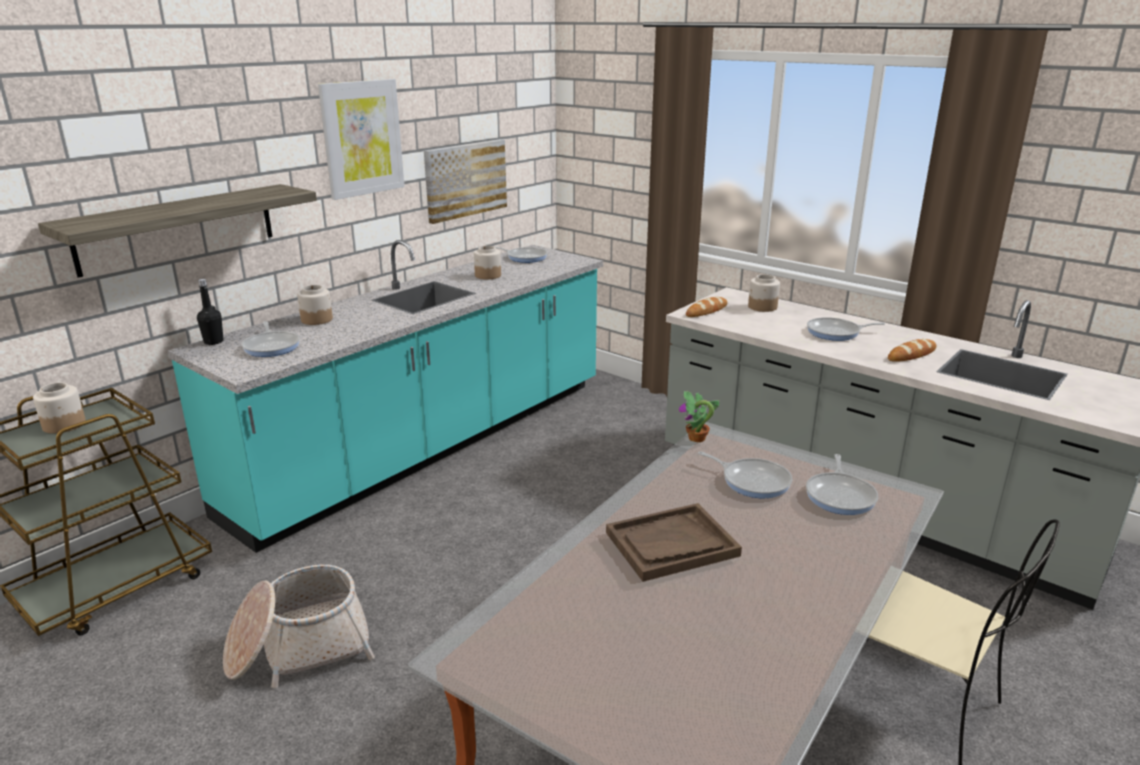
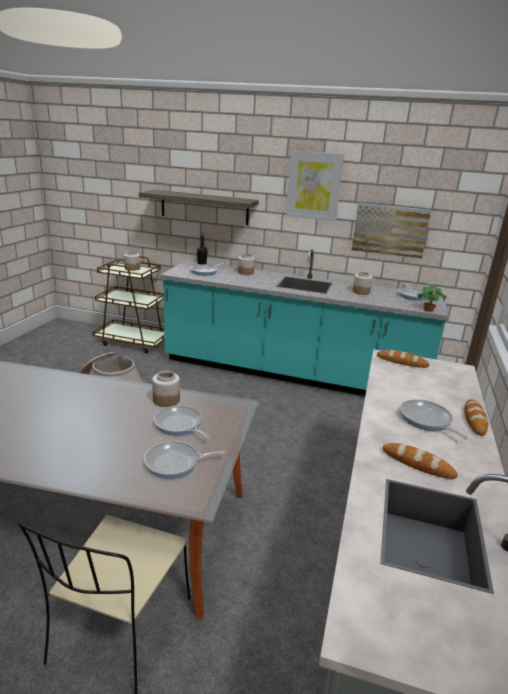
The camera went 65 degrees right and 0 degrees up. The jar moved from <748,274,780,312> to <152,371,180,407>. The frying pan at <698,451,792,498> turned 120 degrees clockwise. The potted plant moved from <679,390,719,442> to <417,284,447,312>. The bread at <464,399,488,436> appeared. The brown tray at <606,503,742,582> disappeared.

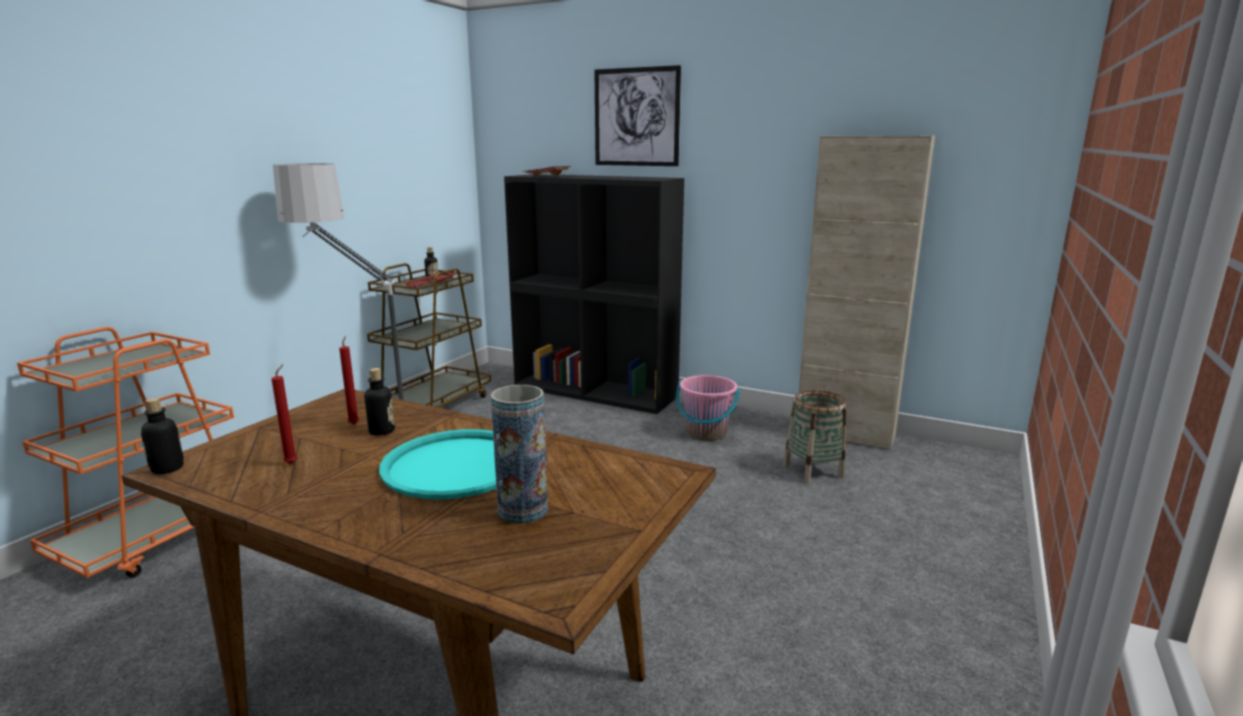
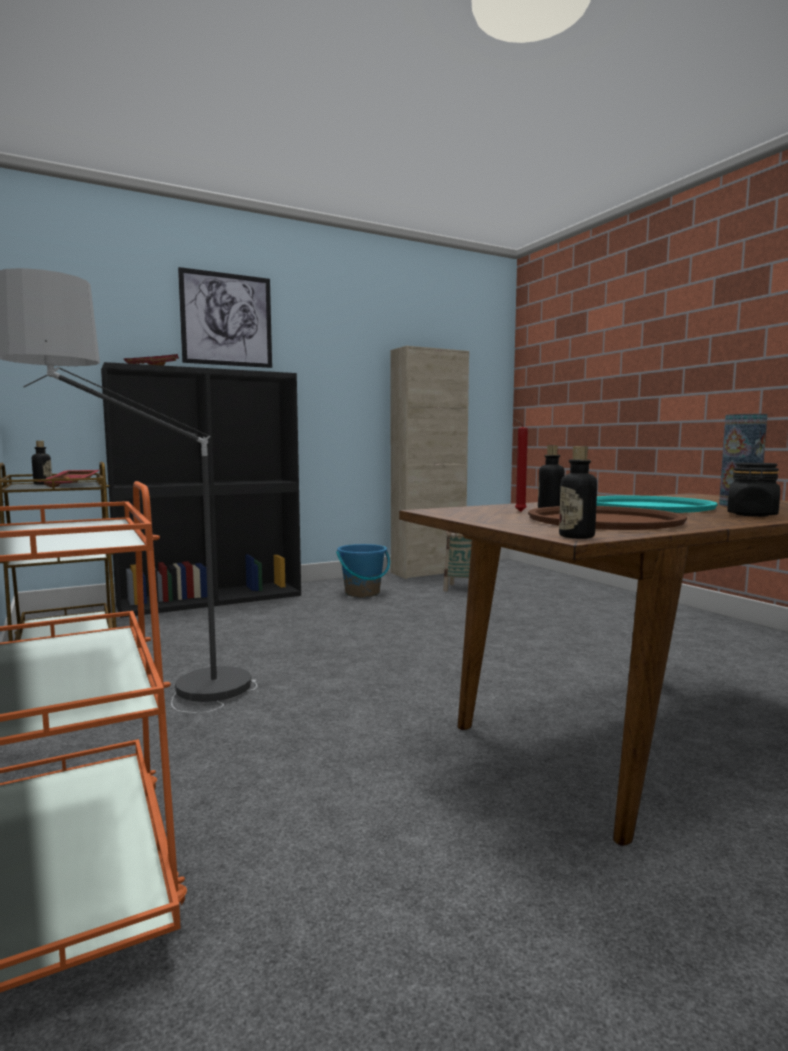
The camera went 55 degrees left and 10 degrees down. The pink bucket at <676,375,740,441> became the blue bucket at <336,544,390,597>. The red candle at <271,364,297,464> was replaced by the brown tray at <528,506,687,530>. The black jar at <727,463,780,517> appeared.

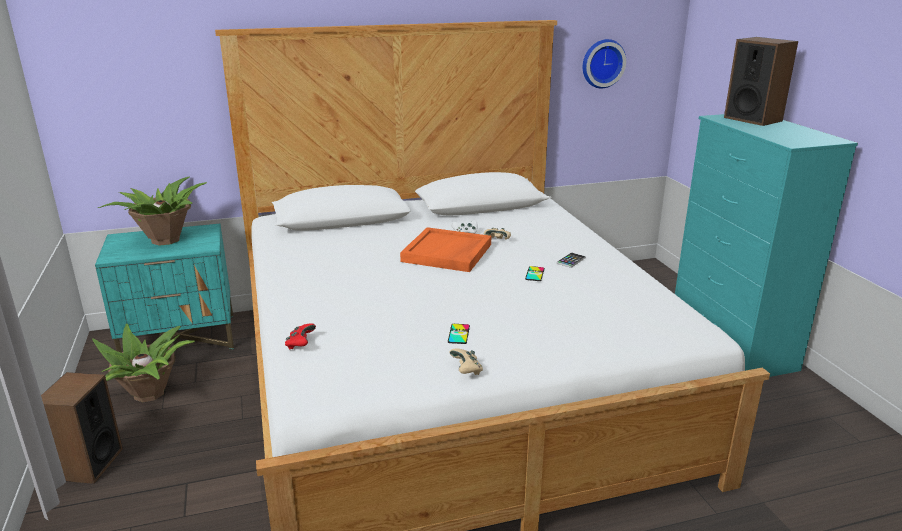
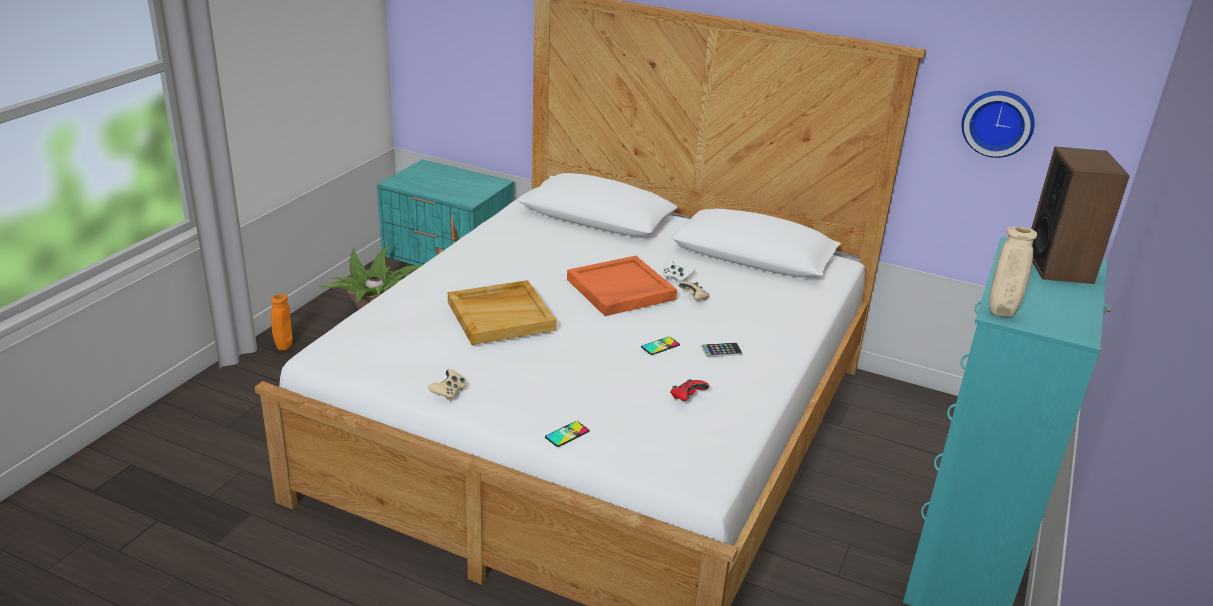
The camera went 40 degrees right and 5 degrees up. The speaker at <41,372,123,484> was replaced by the orange vase at <271,294,292,351>. The beige tray at <448,280,556,345> appeared. The phone moved from <448,324,470,344> to <545,421,589,447>. The red game controller moved from <285,323,316,349> to <670,379,709,401>. The beige vase at <989,226,1037,317> appeared. The potted plant at <98,176,207,246> disappeared.

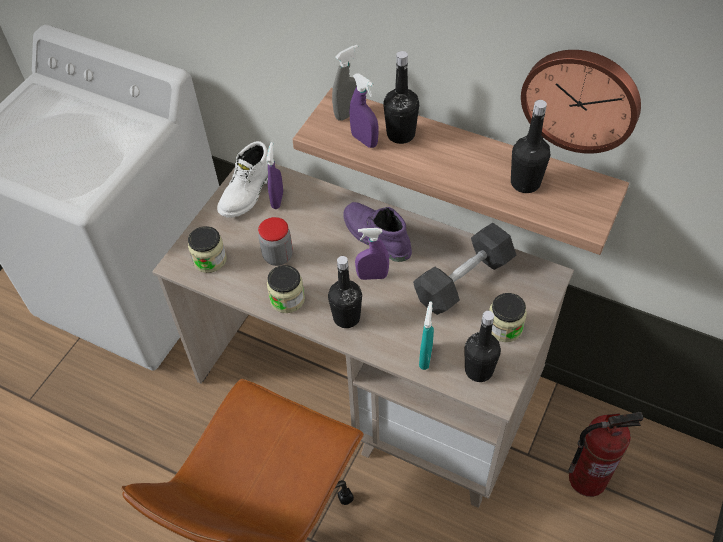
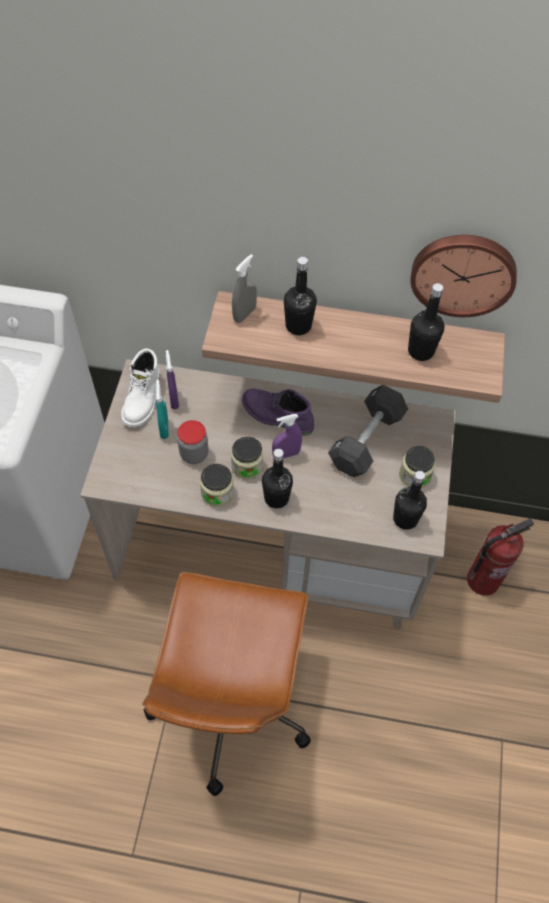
The camera went 20 degrees left and 5 degrees up. The turquoise spray bottle moved from <419,302,434,370> to <156,380,169,439>. The jar moved from <188,226,227,273> to <231,437,263,479>. The purple spray bottle at <350,73,378,148> disappeared.

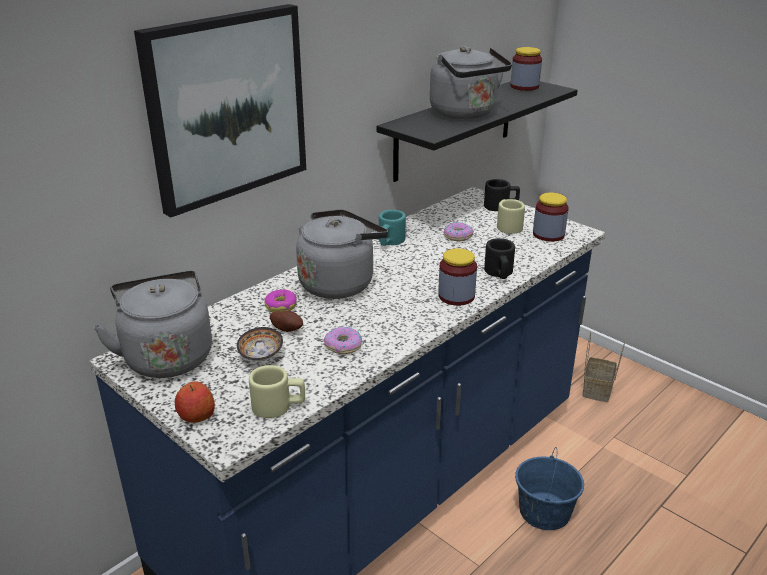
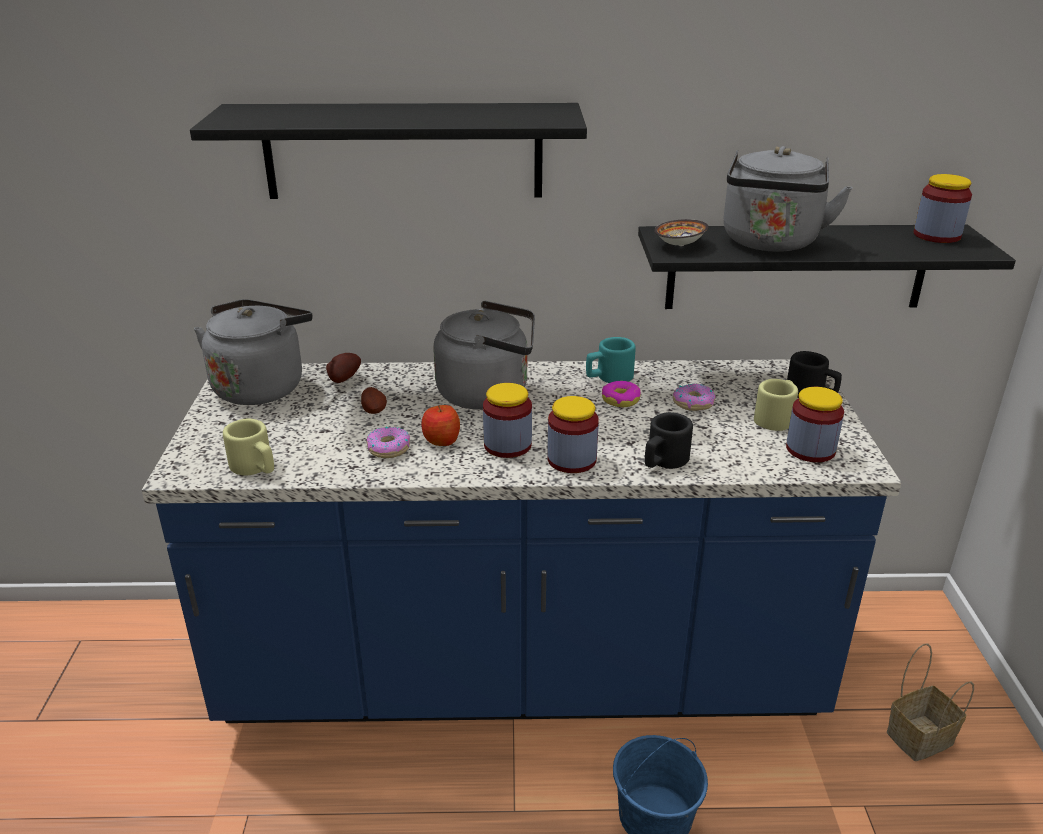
The camera went 45 degrees right and 0 degrees up. The picture at <134,4,306,217> was replaced by the black shelf at <190,103,587,199>. The potato at <326,353,361,383> appeared. The apple moved from <175,381,215,423> to <421,405,460,446>. The jar at <483,383,532,458> appeared. The donut moved from <264,289,297,312> to <602,381,641,407>. The bowl moved from <237,327,283,361> to <654,219,708,246>.

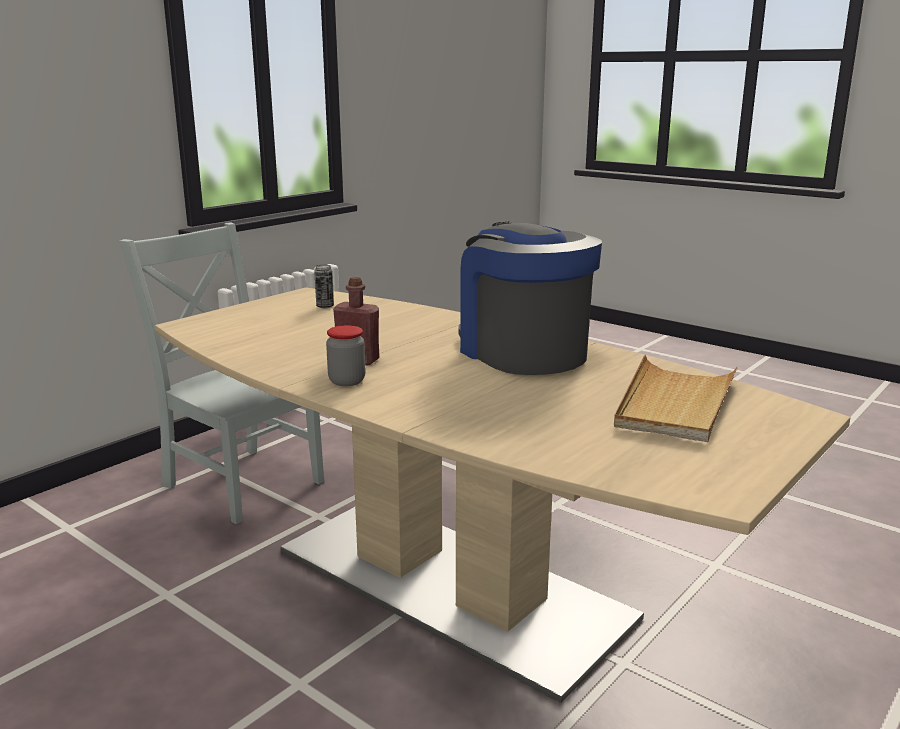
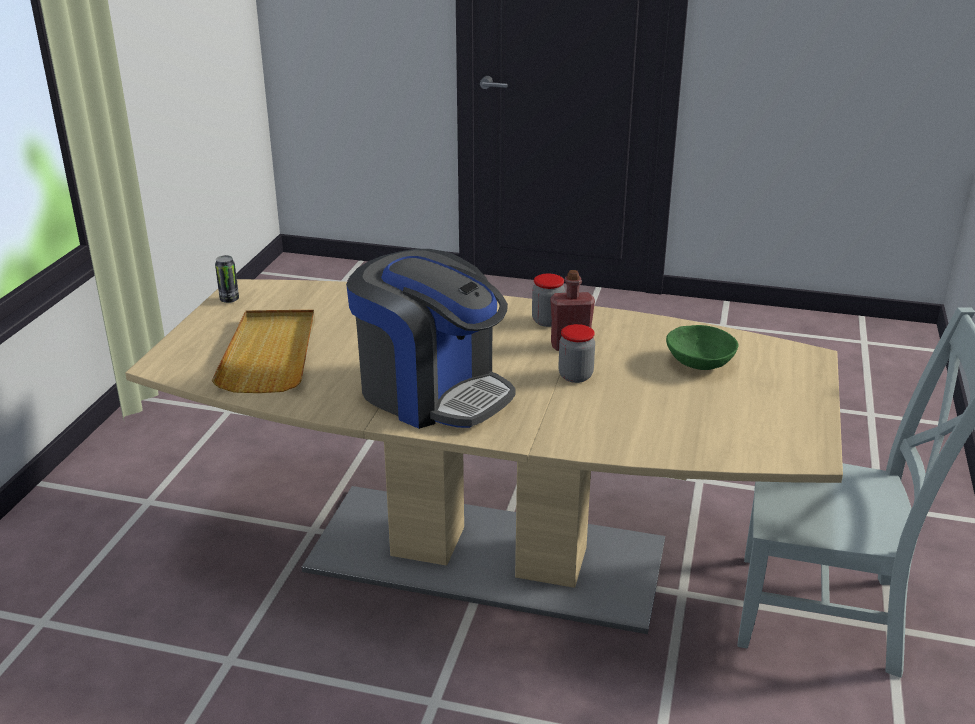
The camera went 155 degrees right and 10 degrees up. The can moved from <314,264,334,308> to <215,255,239,303>. The jar at <558,324,595,383> appeared. The green bowl at <666,325,738,370> appeared.

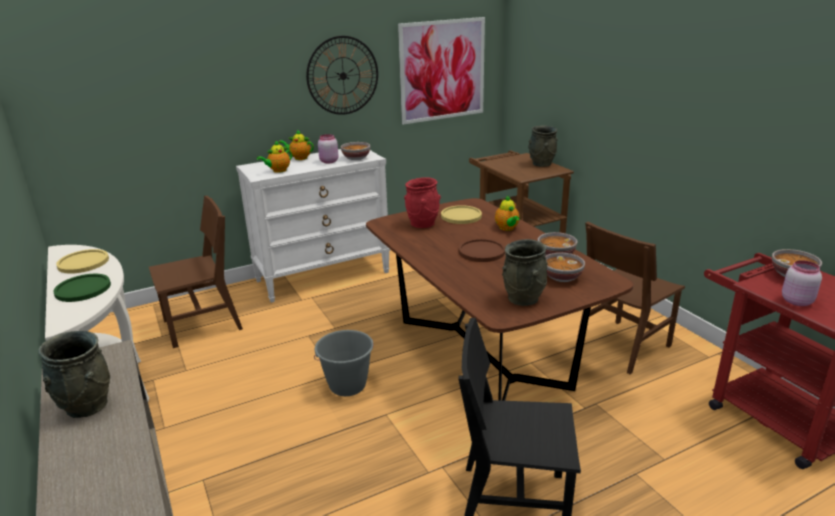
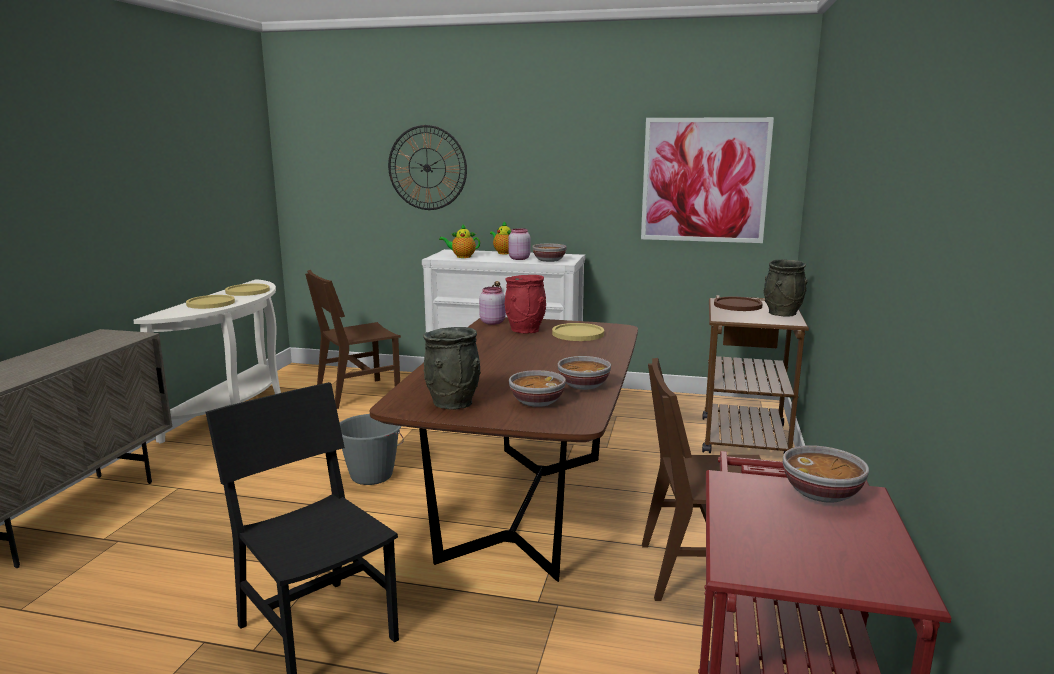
The camera went 40 degrees right and 10 degrees down. The green plate at <53,274,111,302> became the yellow plate at <186,295,235,309>. The brown chair at <149,196,243,348> turned 135 degrees clockwise. The wall clock moved from <306,36,378,115> to <388,125,467,210>. The pink jar moved from <782,260,822,306> to <479,287,506,325>. The brown plate moved from <459,239,505,262> to <714,296,763,311>. The grey vase at <38,331,110,418> disappeared. The teapot at <495,196,520,231> disappeared.

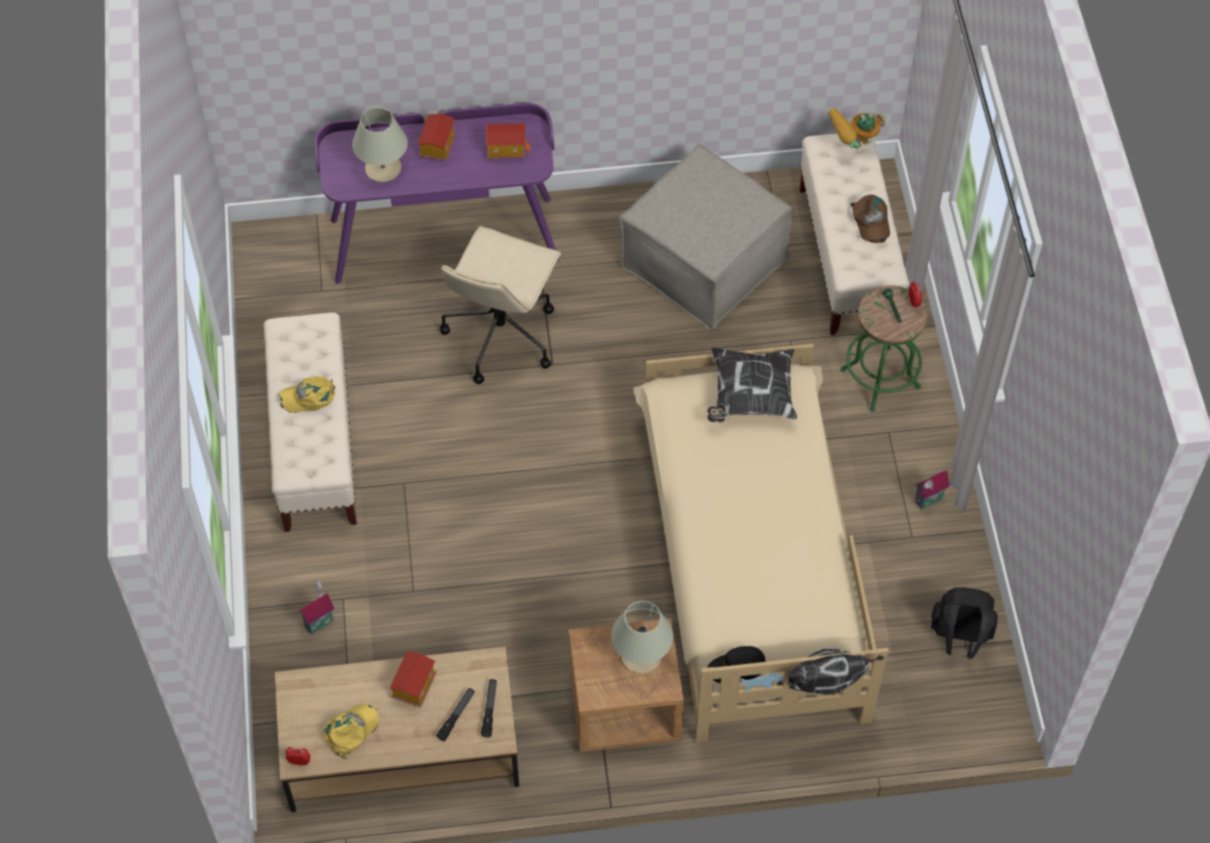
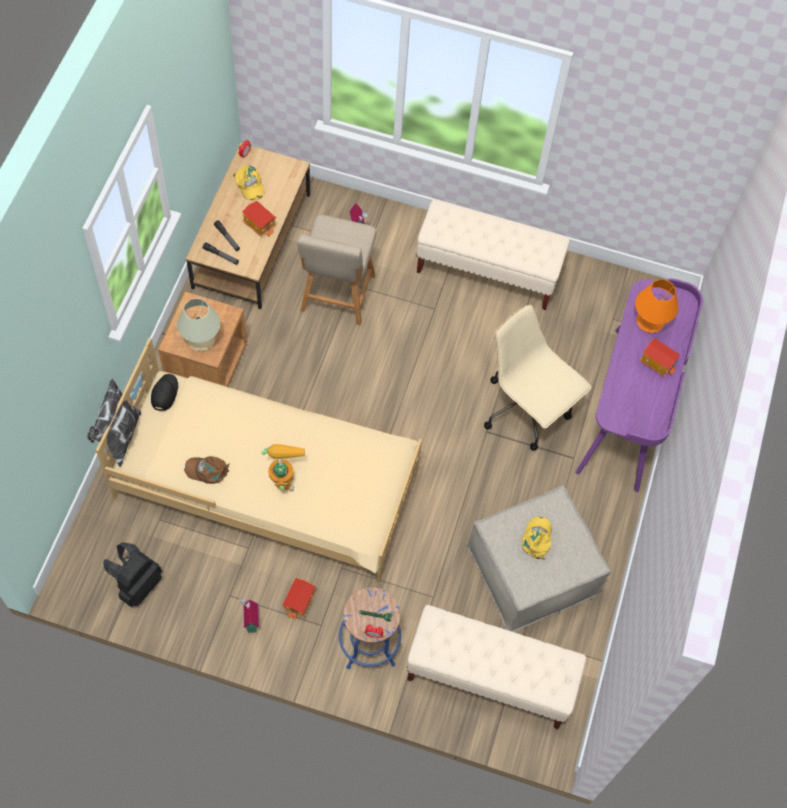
The camera went 110 degrees right and 5 degrees up. The brown cap moved from <850,195,890,243> to <184,456,230,484>. The toy robot moved from <828,108,885,148> to <262,444,305,491>. The toy house moved from <486,123,530,159> to <283,578,316,620>. The beige chair at <297,215,376,325> appeared. The green stool at <840,286,927,412> became the blue stool at <339,587,401,669>. The yellow cap moved from <279,377,335,413> to <522,517,552,560>. The beige table lamp at <352,107,408,183> became the orange table lamp at <635,279,678,333>. The pillow at <707,347,797,422> disappeared.

